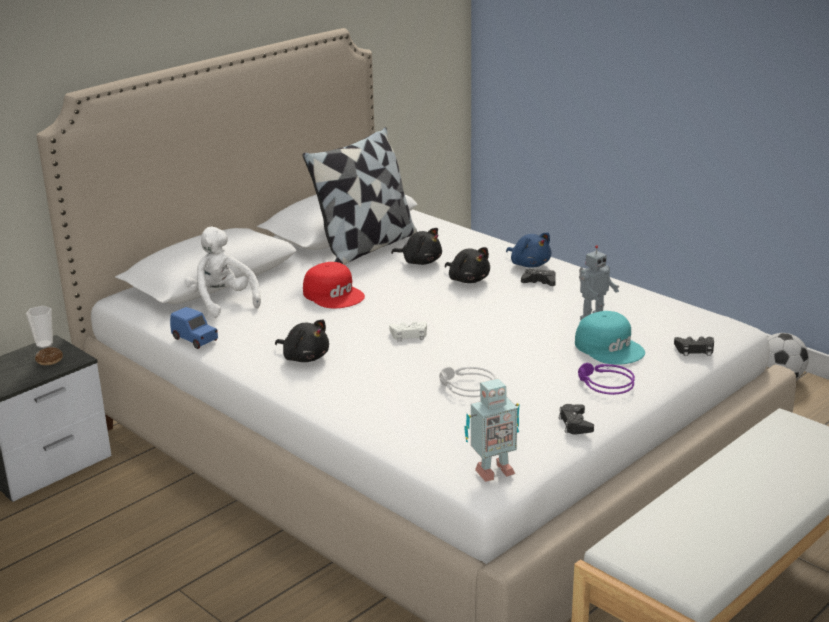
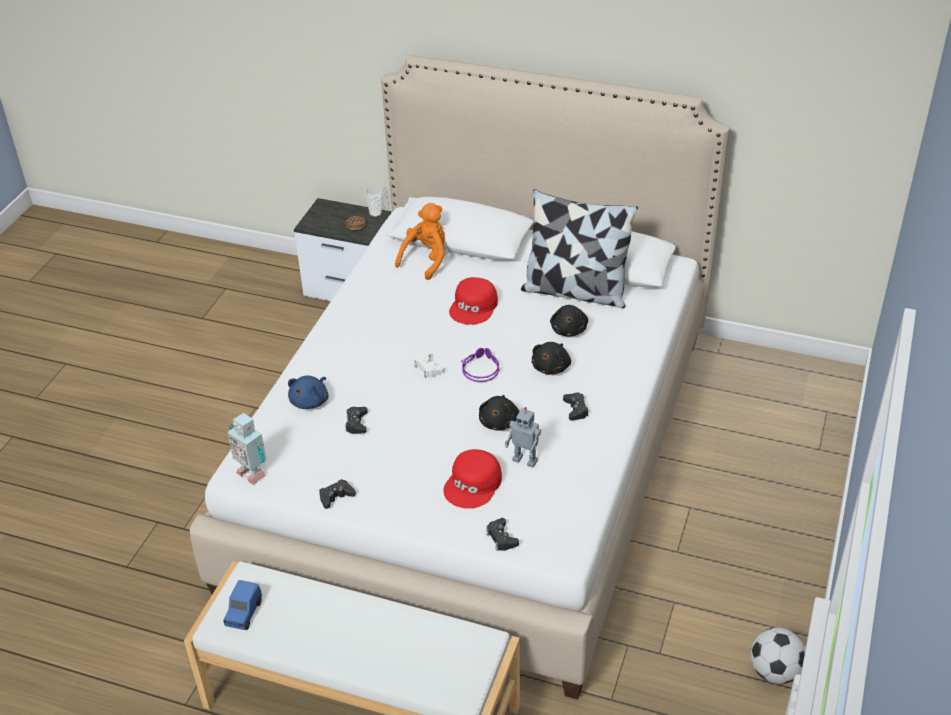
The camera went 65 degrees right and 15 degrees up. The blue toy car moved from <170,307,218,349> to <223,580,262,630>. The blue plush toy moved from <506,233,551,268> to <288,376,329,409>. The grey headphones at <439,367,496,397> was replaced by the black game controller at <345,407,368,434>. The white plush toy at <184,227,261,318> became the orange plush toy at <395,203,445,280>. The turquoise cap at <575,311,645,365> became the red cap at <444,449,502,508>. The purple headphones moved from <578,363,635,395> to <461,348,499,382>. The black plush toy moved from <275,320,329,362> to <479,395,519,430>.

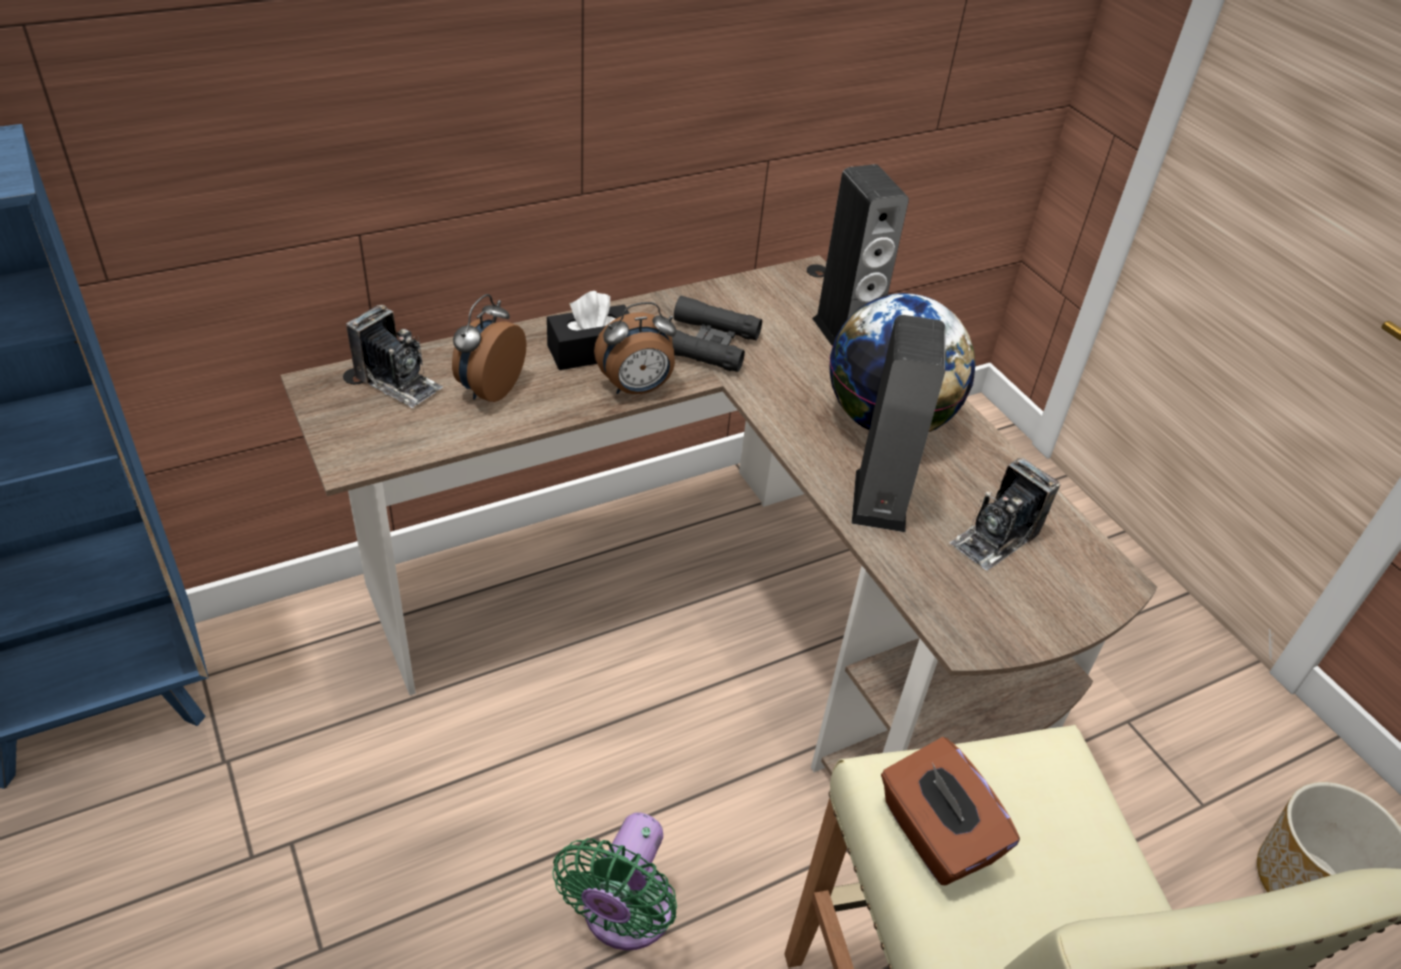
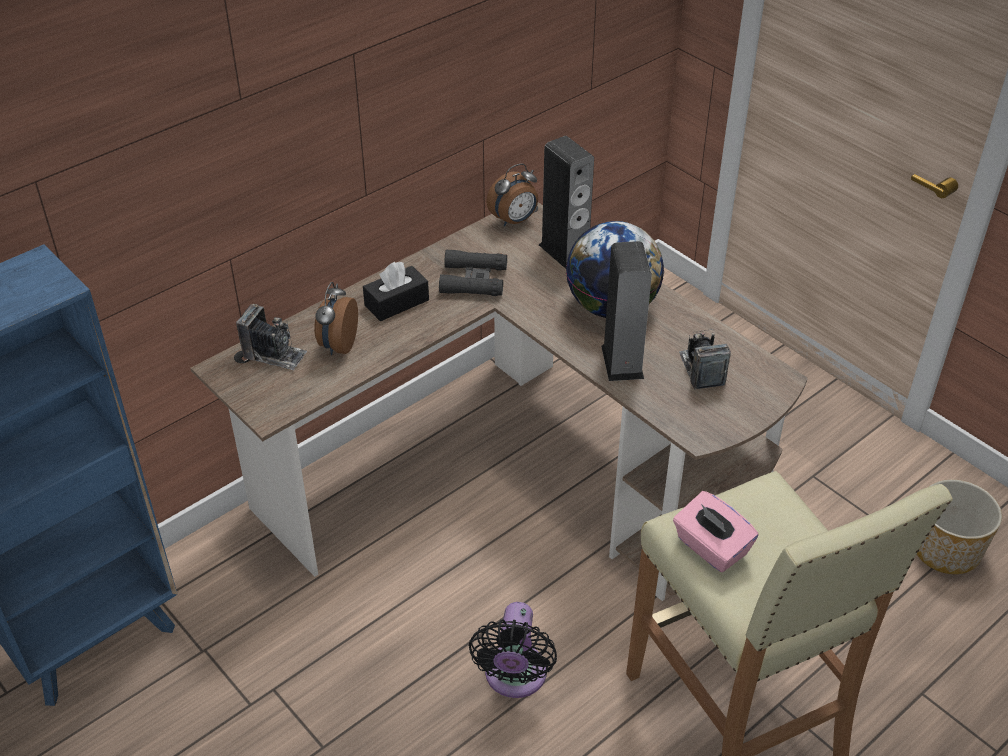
The camera went 10 degrees left and 0 degrees up. The green fan at <552,812,677,950> became the black fan at <469,602,557,698>. The alarm clock moved from <594,302,677,394> to <486,163,538,226>. The brown tissue box at <881,737,1020,885> became the pink tissue box at <673,491,759,572>. The photo camera at <949,458,1060,570> turned 135 degrees clockwise.

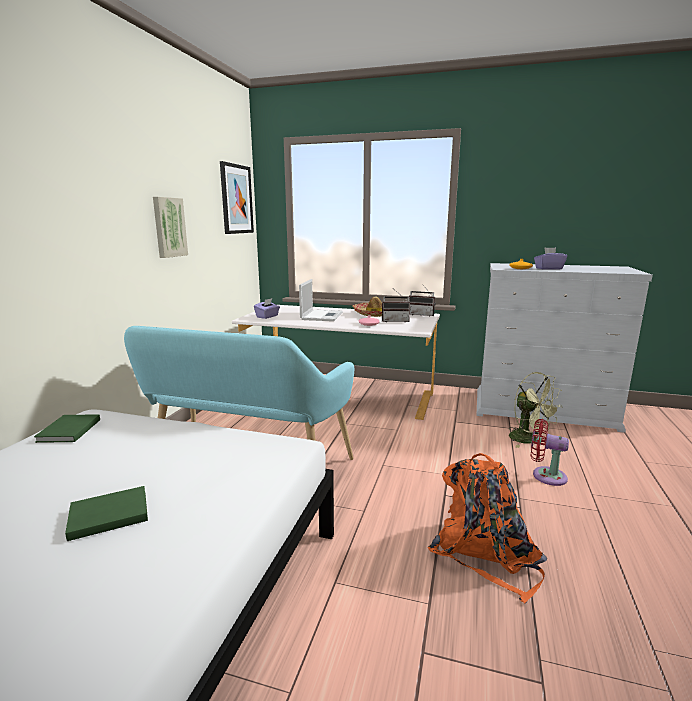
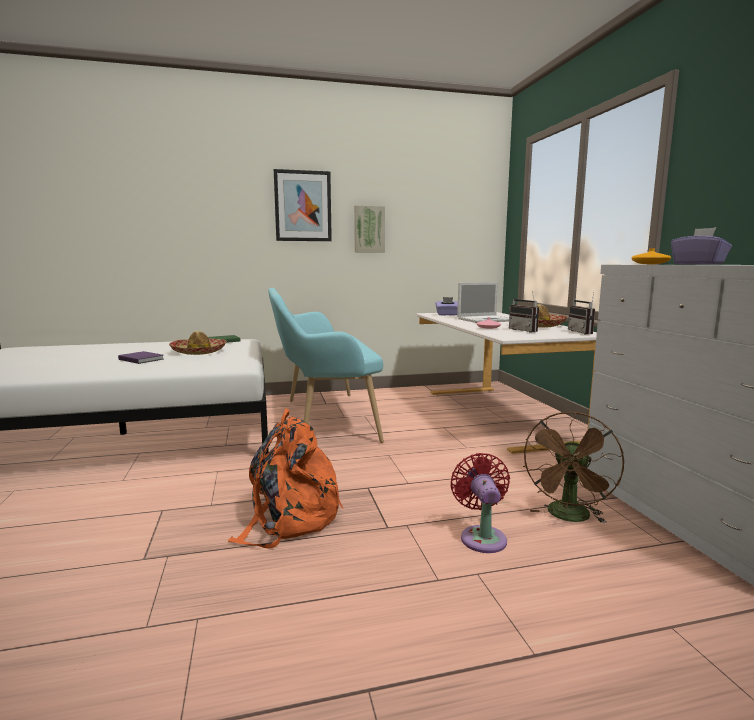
The camera went 60 degrees right and 5 degrees down. The green book at <65,486,148,541> became the purple book at <118,351,164,364>. The hat at <169,331,227,355> appeared. The picture moved from <220,161,254,234> to <274,169,332,241>. The green fan at <509,372,562,448> became the brown fan at <523,412,624,523>.

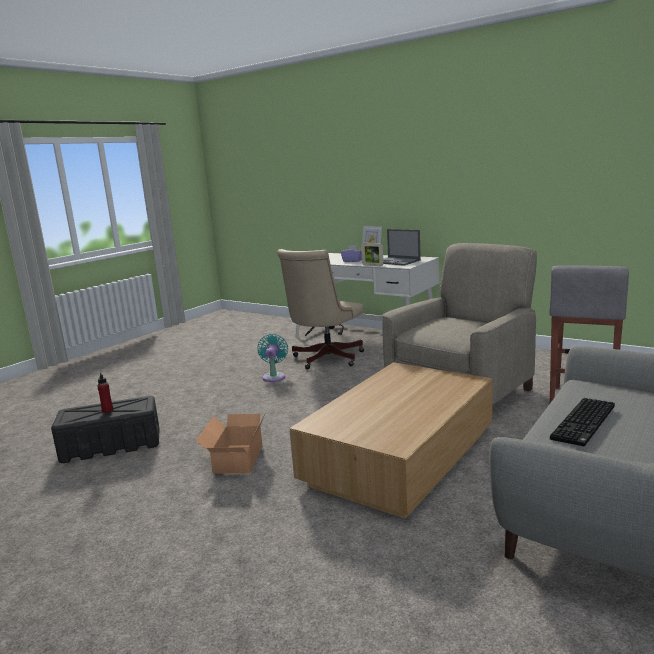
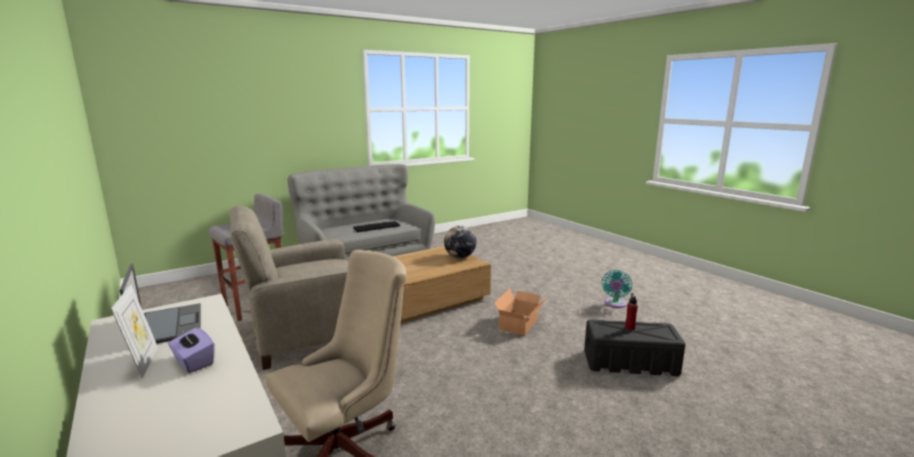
The camera went 160 degrees left and 0 degrees up. The globe at <444,226,476,258> appeared. The turquoise fan moved from <257,334,288,382> to <602,270,632,308>. The picture frame at <361,243,383,266> disappeared.

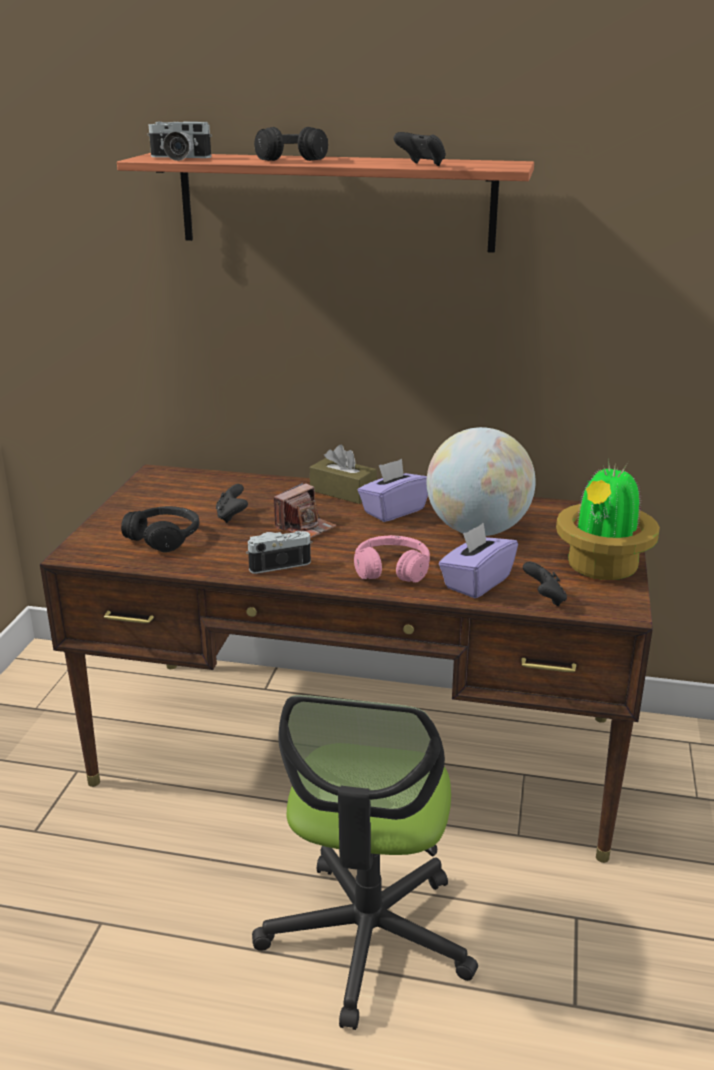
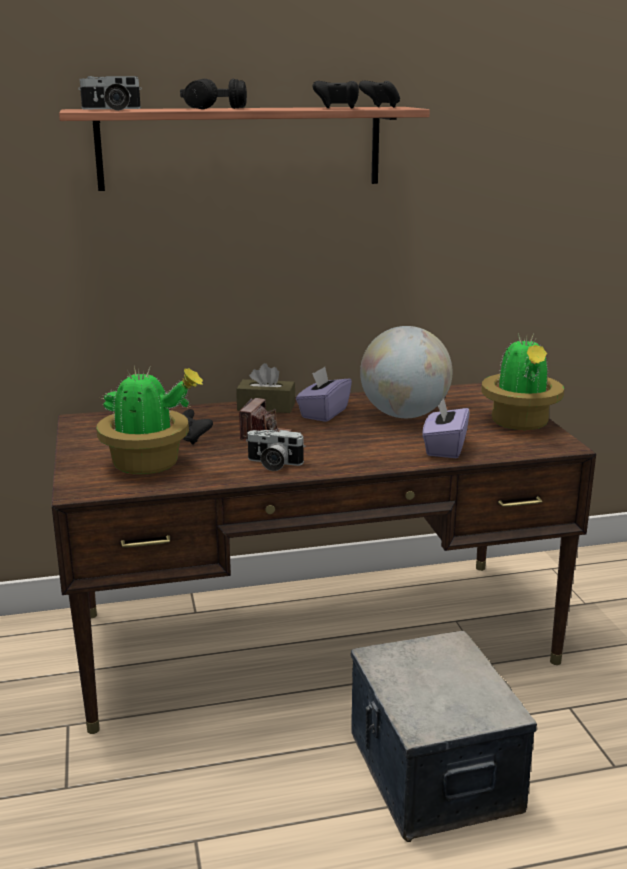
The camera went 25 degrees left and 5 degrees down. The black headphones at <121,506,199,552> was replaced by the potted plant at <97,366,203,475>. The photo camera at <246,531,312,574> turned 120 degrees counterclockwise. The office chair at <252,695,478,1030> was replaced by the storage box at <351,631,537,842>. The black game controller moved from <523,562,567,606> to <359,81,400,108>. The pink headphones at <354,535,430,583> disappeared.

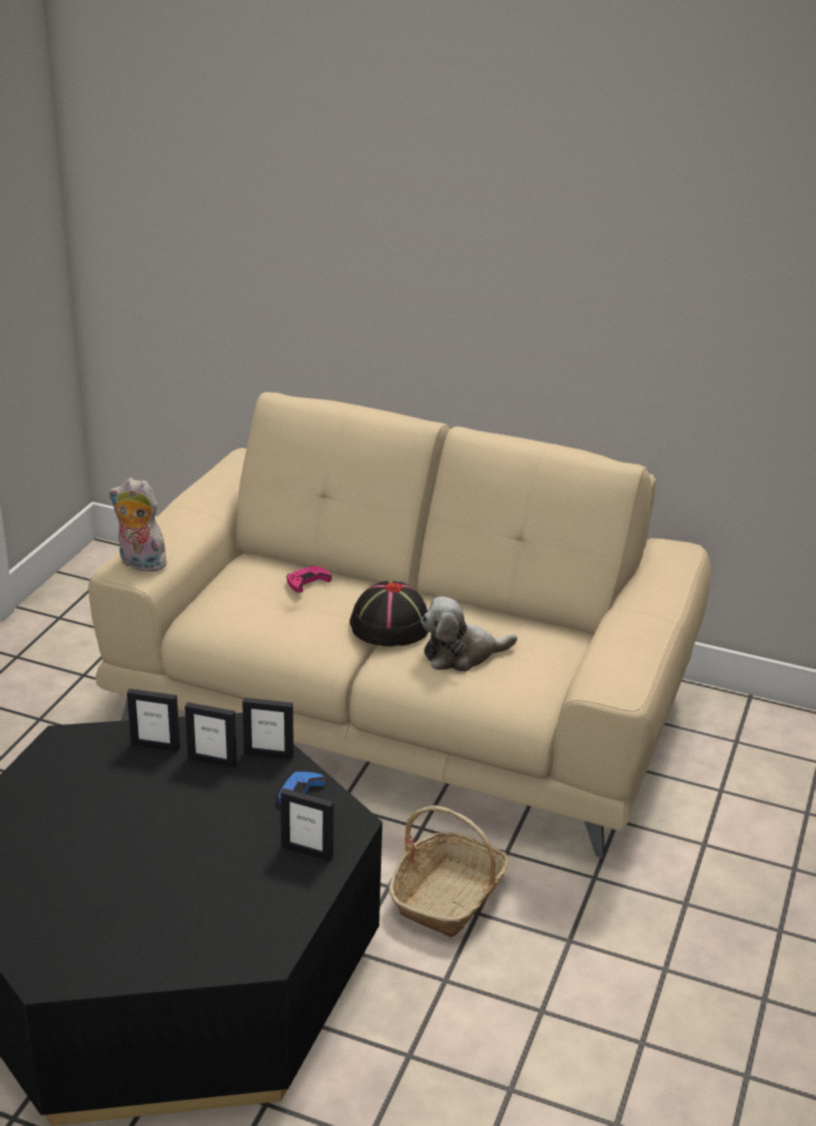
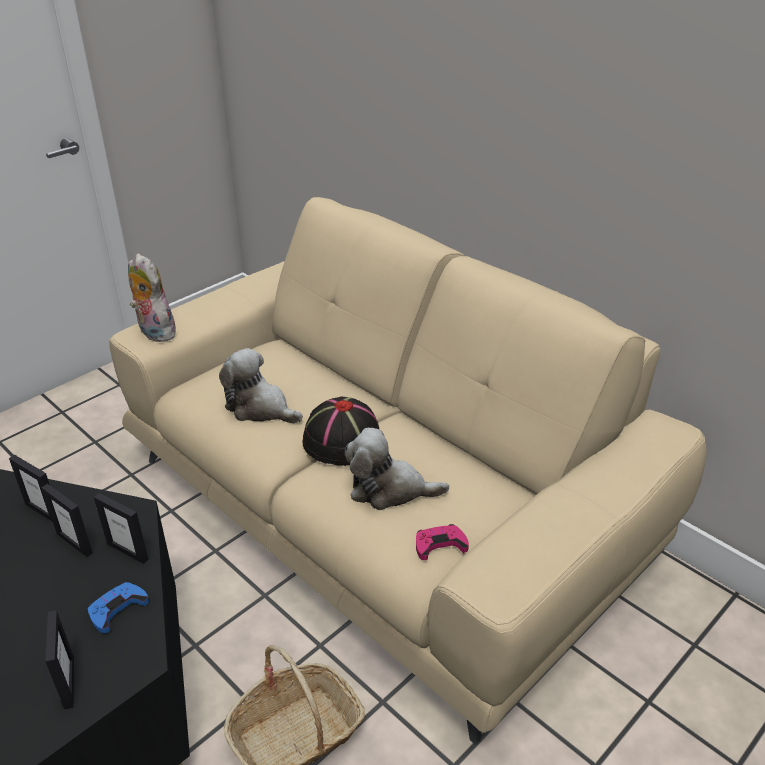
The camera went 25 degrees right and 5 degrees up. The picture frame at <280,788,334,861> turned 150 degrees counterclockwise. The plush toy at <219,348,303,423> appeared. The pink game controller moved from <286,566,332,592> to <416,524,469,560>.

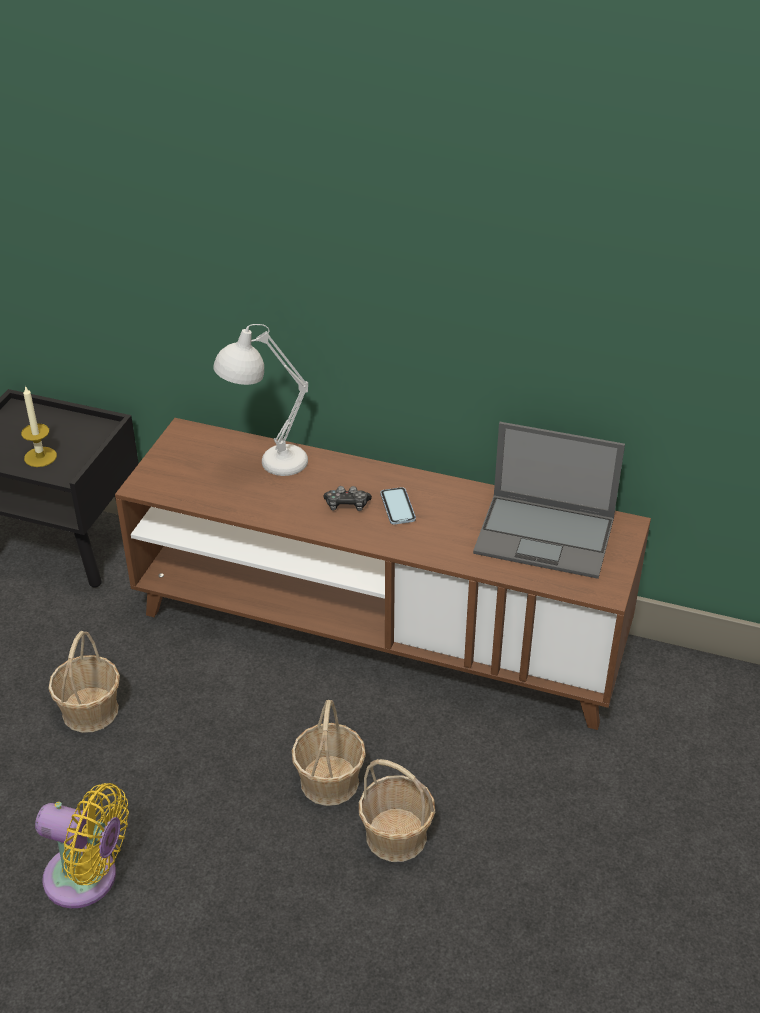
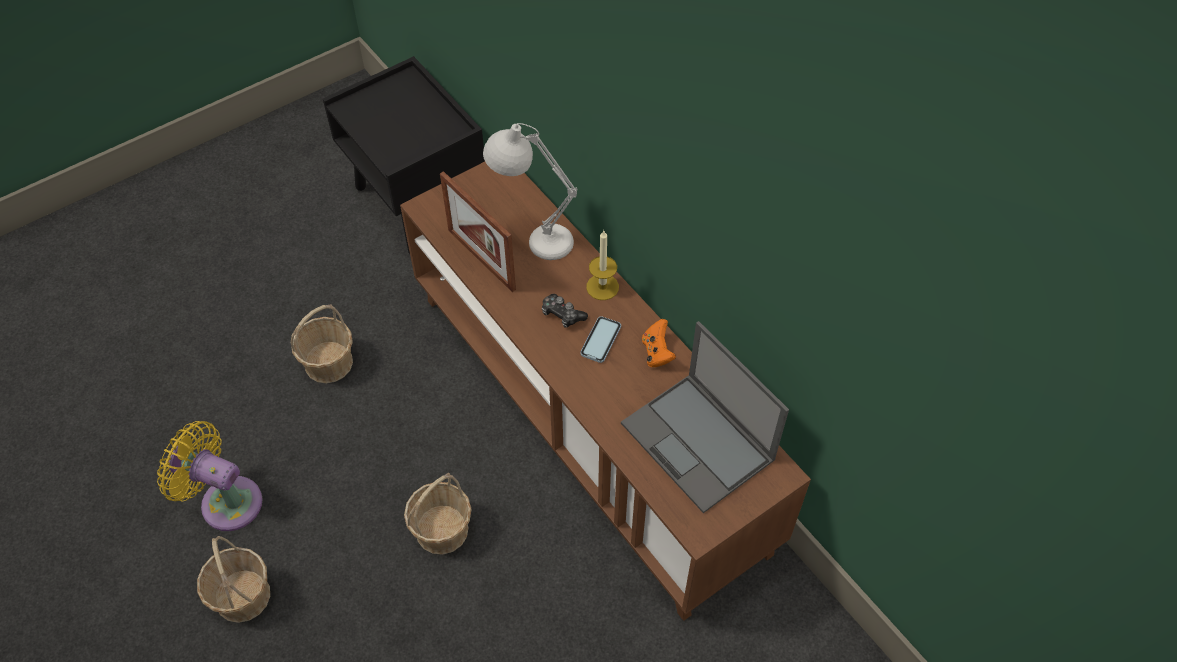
The camera went 35 degrees right and 15 degrees up. The yellow fan at <35,783,129,908> turned 150 degrees clockwise. The basket moved from <359,759,435,862> to <197,536,270,623>. The picture frame at <440,171,516,292> appeared. The candle moved from <21,385,57,467> to <586,231,619,300>. The orange game controller at <642,319,676,368> appeared.

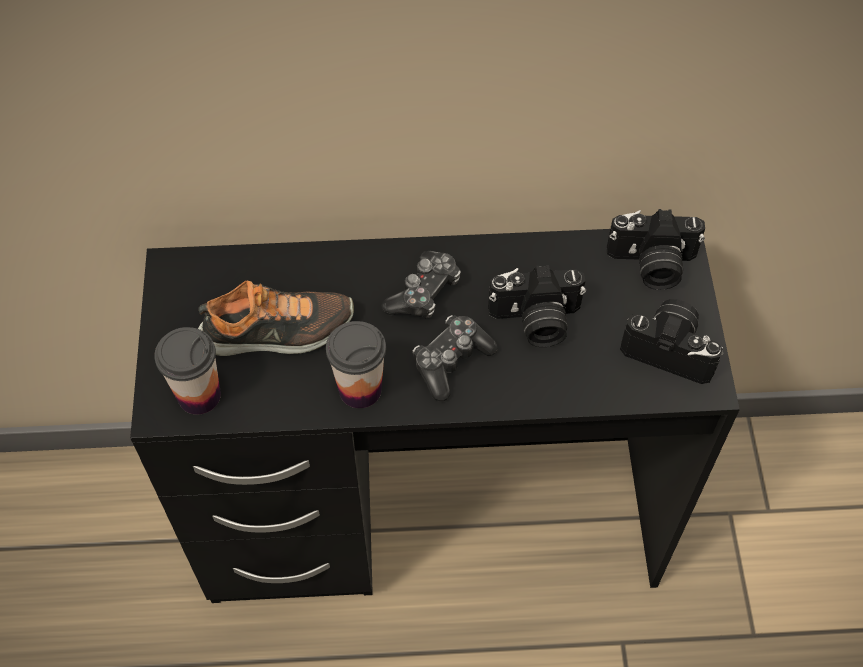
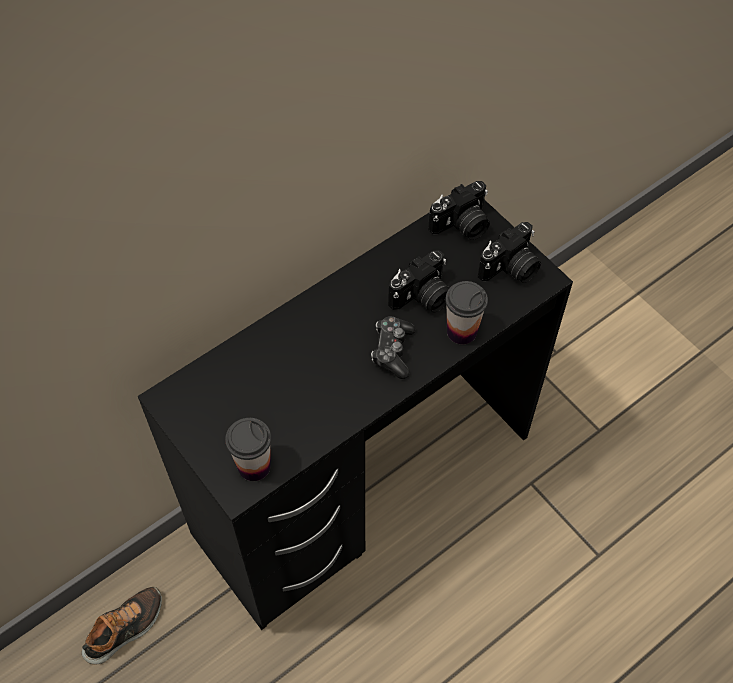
The camera went 35 degrees left and 0 degrees up. The shoe moved from <198,281,354,356> to <81,587,162,665>. The cup moved from <326,321,386,408> to <445,281,488,344>. The photo camera at <620,299,724,384> turned 150 degrees clockwise. The game controller at <381,251,461,318> disappeared.

